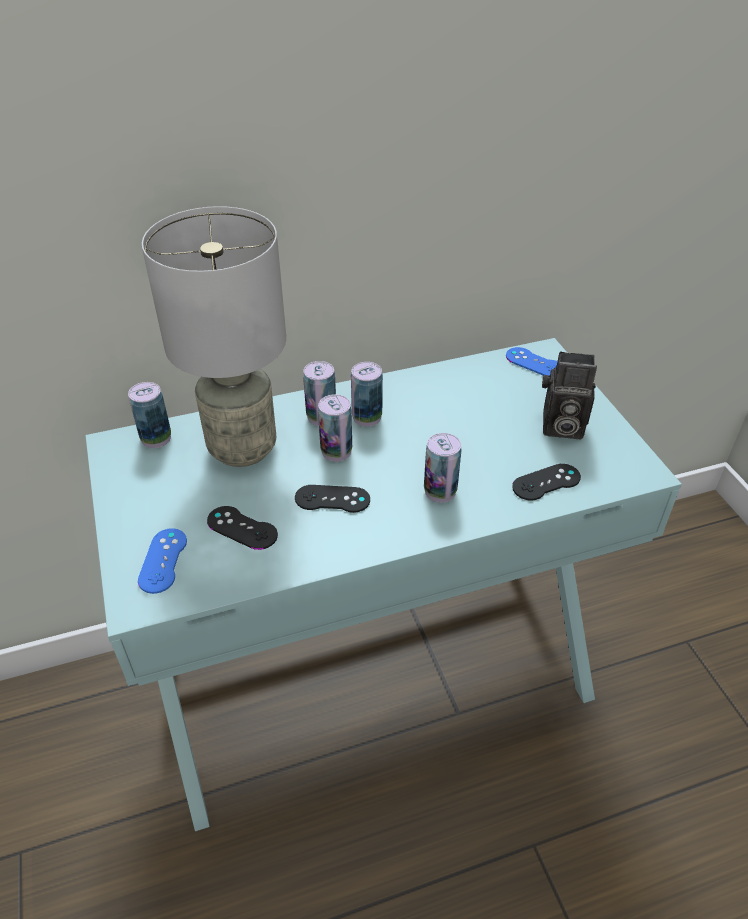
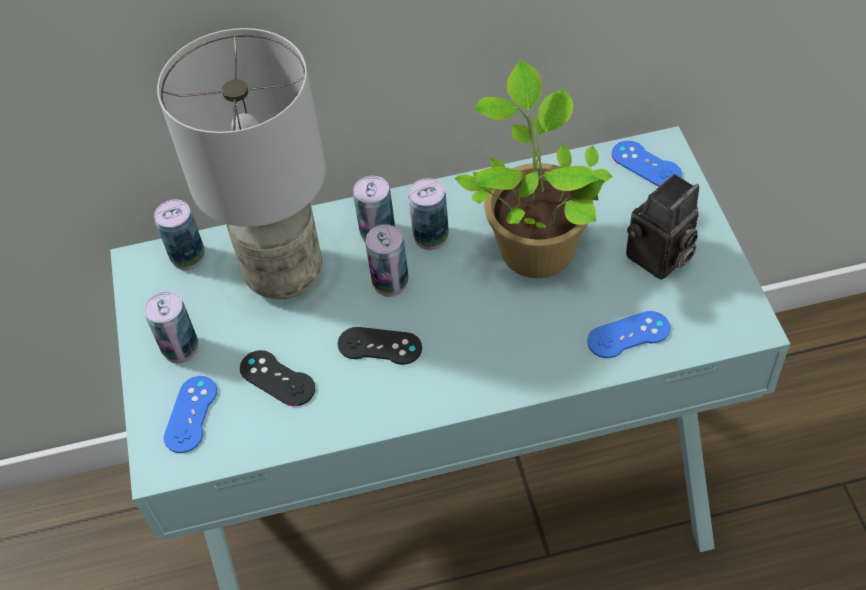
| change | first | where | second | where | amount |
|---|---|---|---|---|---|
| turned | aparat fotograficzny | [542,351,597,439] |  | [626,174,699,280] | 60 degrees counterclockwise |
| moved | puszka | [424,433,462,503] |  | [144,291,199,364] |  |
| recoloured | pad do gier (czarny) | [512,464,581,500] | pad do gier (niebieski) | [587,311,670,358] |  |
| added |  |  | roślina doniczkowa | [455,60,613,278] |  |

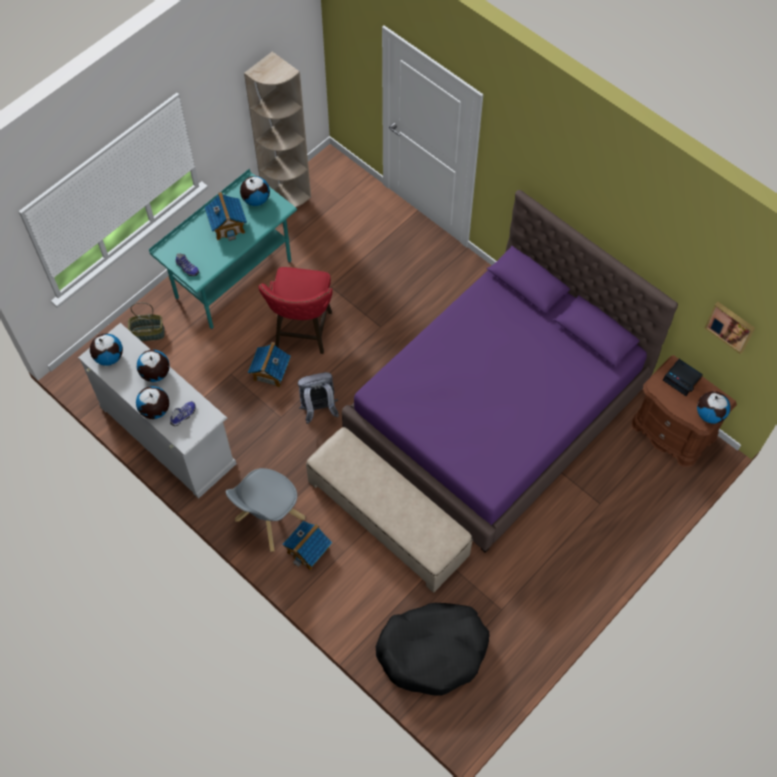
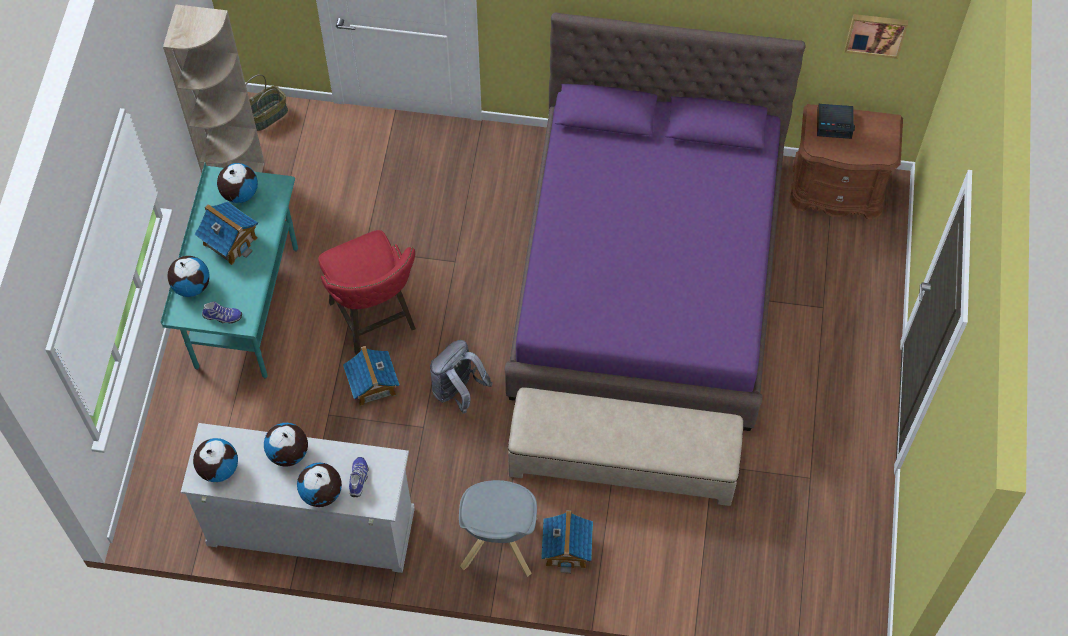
| change | first | where | second | where | amount |
|---|---|---|---|---|---|
| moved | koszyk | [128,302,165,341] |  | [246,74,288,131] |  |
| moved | globus | [697,391,730,424] |  | [167,256,209,297] |  |
| removed | legowisko (czarny) | [376,603,490,696] |  |  |  |

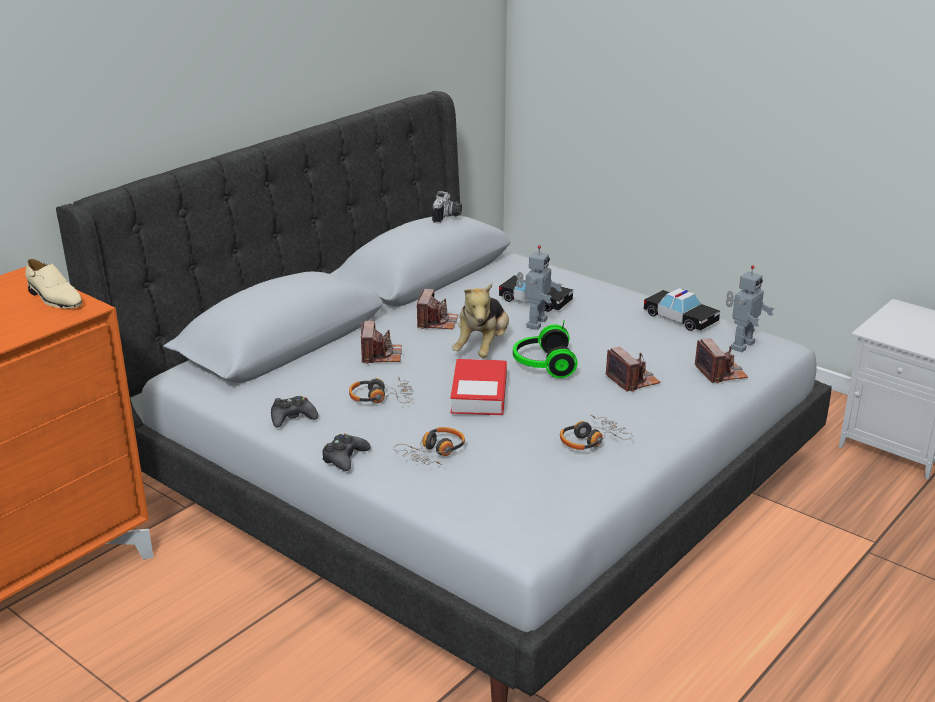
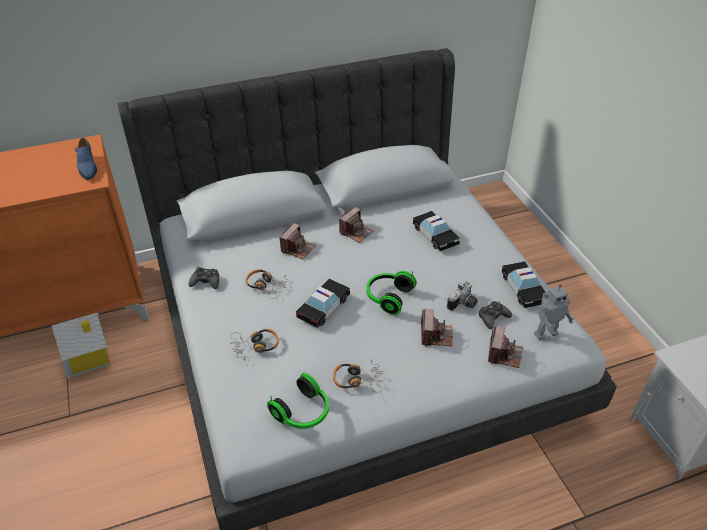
| change | first | where | second | where | amount |
|---|---|---|---|---|---|
| moved | aparat fotograficzny | [432,191,462,223] |  | [447,281,478,311] |  |
| removed | robot zabawkowy | [516,245,562,330] |  |  |  |
| recoloured | but (beżowy) | [25,259,82,309] | but (niebieski) | [75,138,97,180] |  |
| removed | pluszak | [452,283,509,358] |  |  |  |
| replaced | książka | [450,359,507,415] | samochodzik | [296,278,350,328] |  |
| moved | pad do gier (czarny) | [322,434,371,471] |  | [479,301,512,329] |  |
| added |  |  | domek | [52,313,111,379] |  |
| added |  |  | słuchawki | [267,373,329,429] |  |

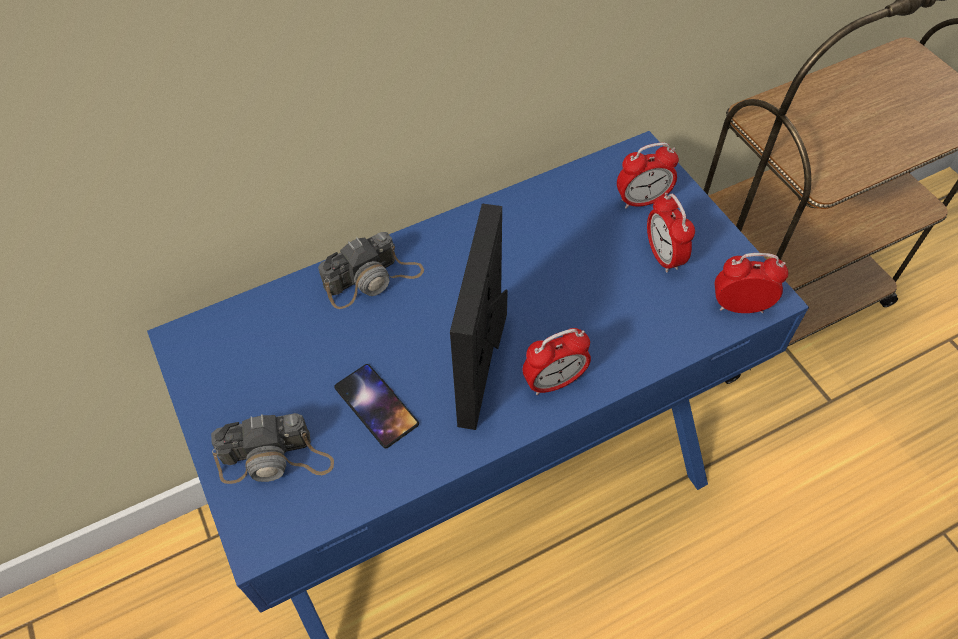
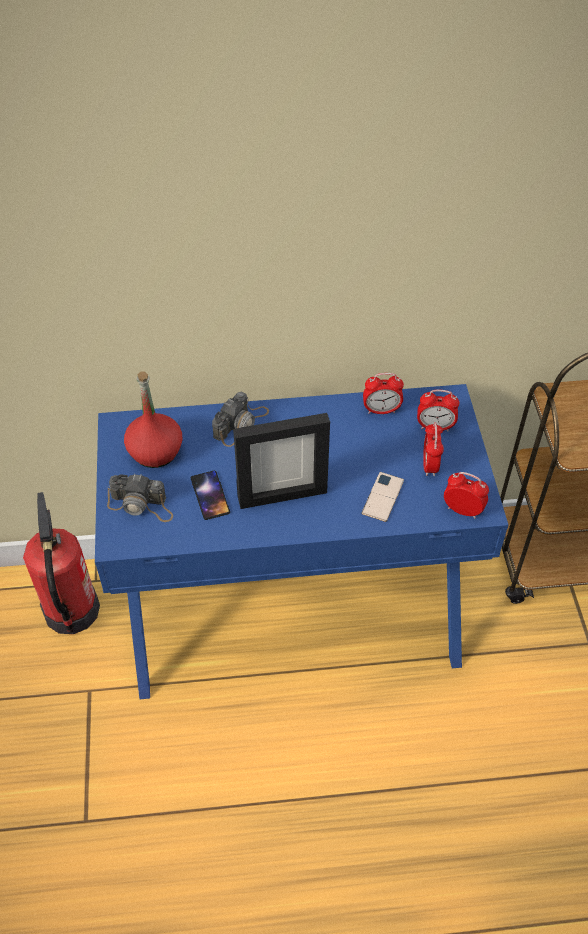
| change | first | where | second | where | amount |
|---|---|---|---|---|---|
| turned | ramka na zdjęcie | [450,204,508,430] |  | [233,413,330,509] | 135 degrees counterclockwise |
| turned | aparat fotograficzny | [318,232,424,309] |  | [212,392,269,447] | 45 degrees counterclockwise |
| moved | budzik | [522,328,591,395] |  | [363,373,404,414] |  |
| added |  |  | butelka (czerwony) | [124,372,182,468] |  |
| added |  |  | telefon | [361,472,404,522] |  |
| added |  |  | gaśnica | [23,492,100,634] |  |

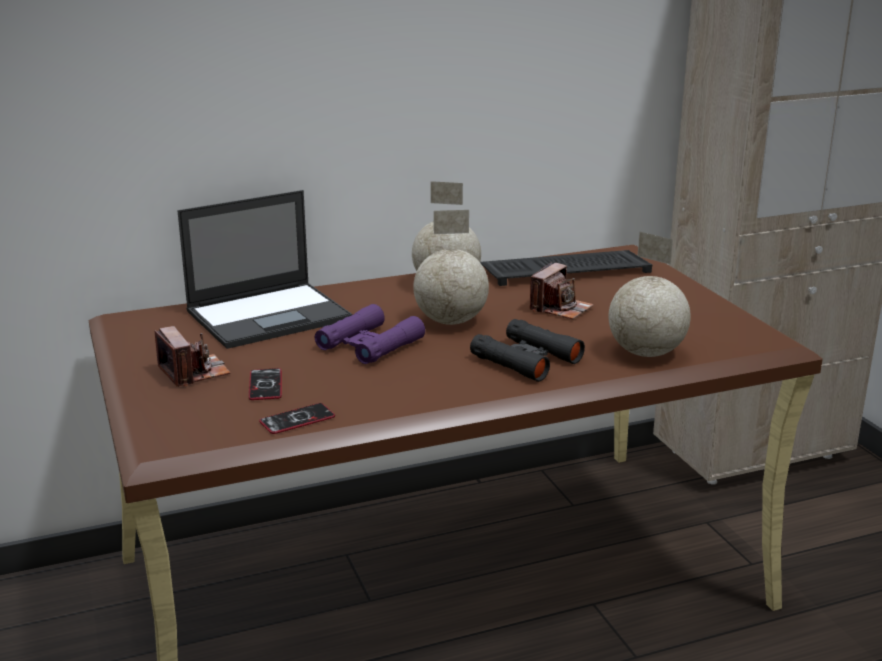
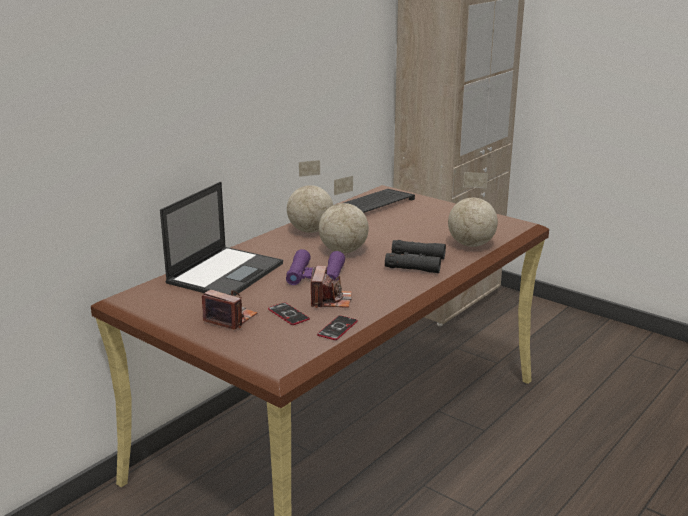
| change | first | where | second | where | amount |
|---|---|---|---|---|---|
| moved | aparat fotograficzny | [530,262,594,320] |  | [311,266,352,308] |  |

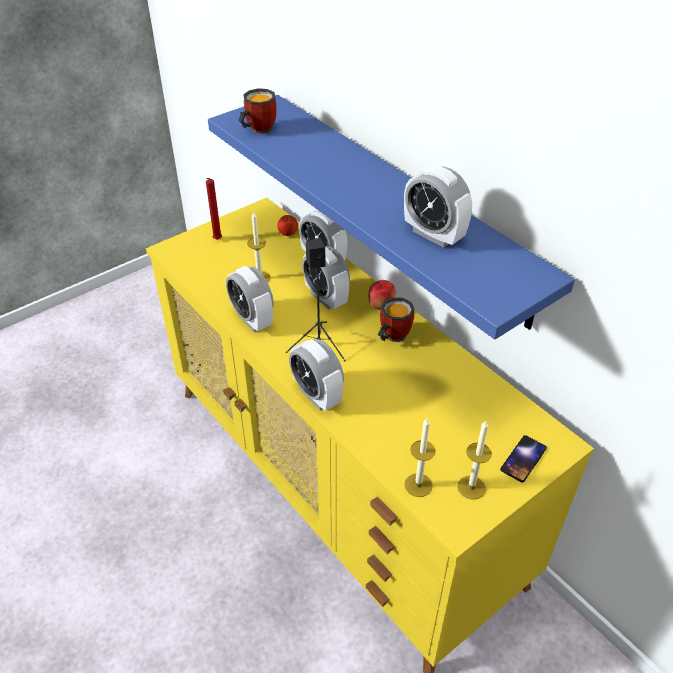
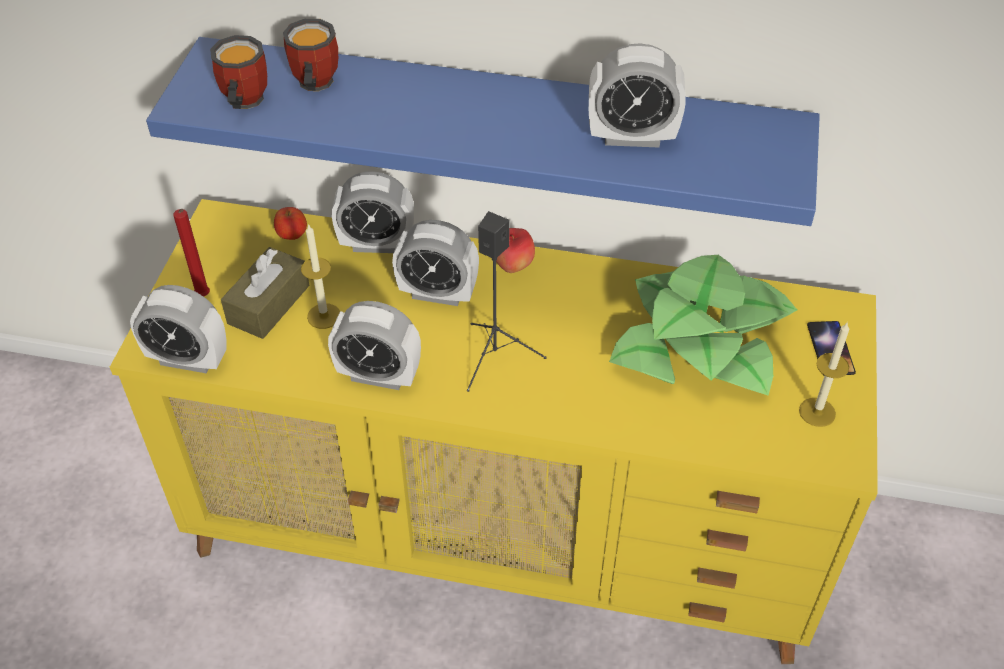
| change | first | where | second | where | amount |
|---|---|---|---|---|---|
| moved | kubek | [378,297,414,342] |  | [283,19,338,91] |  |
| moved | budzik | [289,339,344,411] |  | [130,285,227,374] |  |
| removed | świeca | [404,418,436,497] |  |  |  |
| added |  |  | pudełko chusteczek (brązowy) | [221,247,310,339] |  |
| added |  |  | roślina doniczkowa | [609,255,797,396] |  |

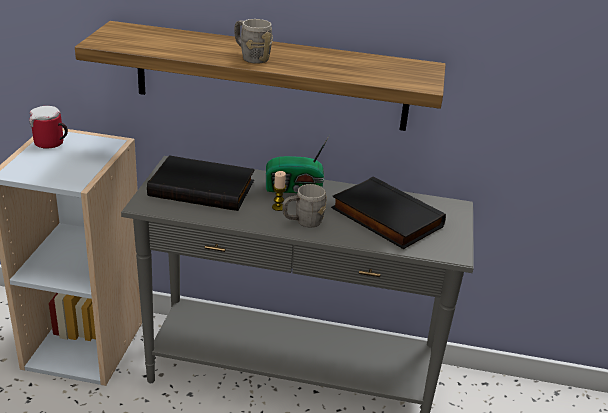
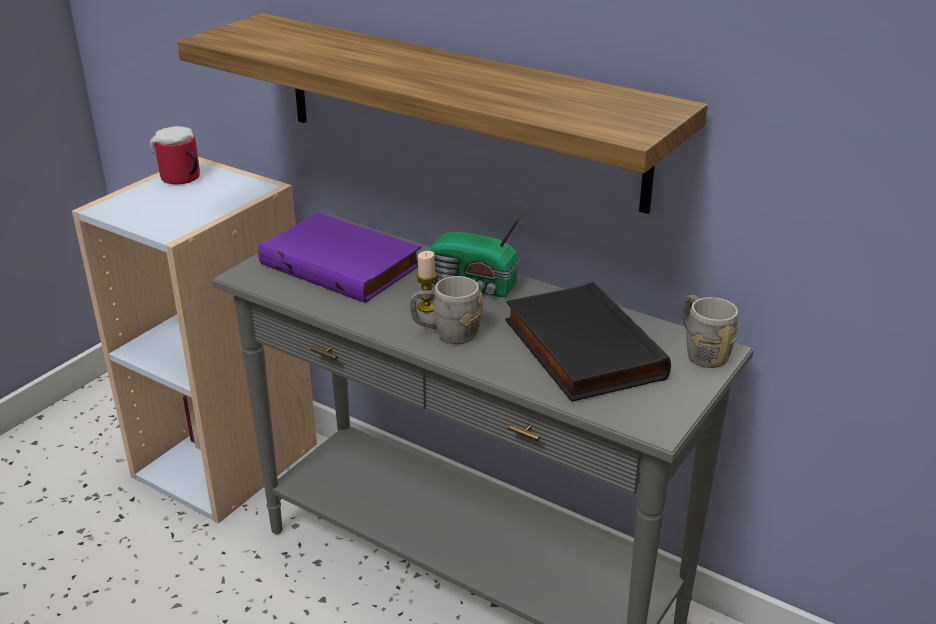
| change | first | where | second | where | amount |
|---|---|---|---|---|---|
| moved | kubek (szary) | [235,19,273,64] |  | [682,295,738,368] |  |
| recoloured | książka (czarny) | [147,155,255,211] | książka (fioletowy) | [258,212,421,303] |  |

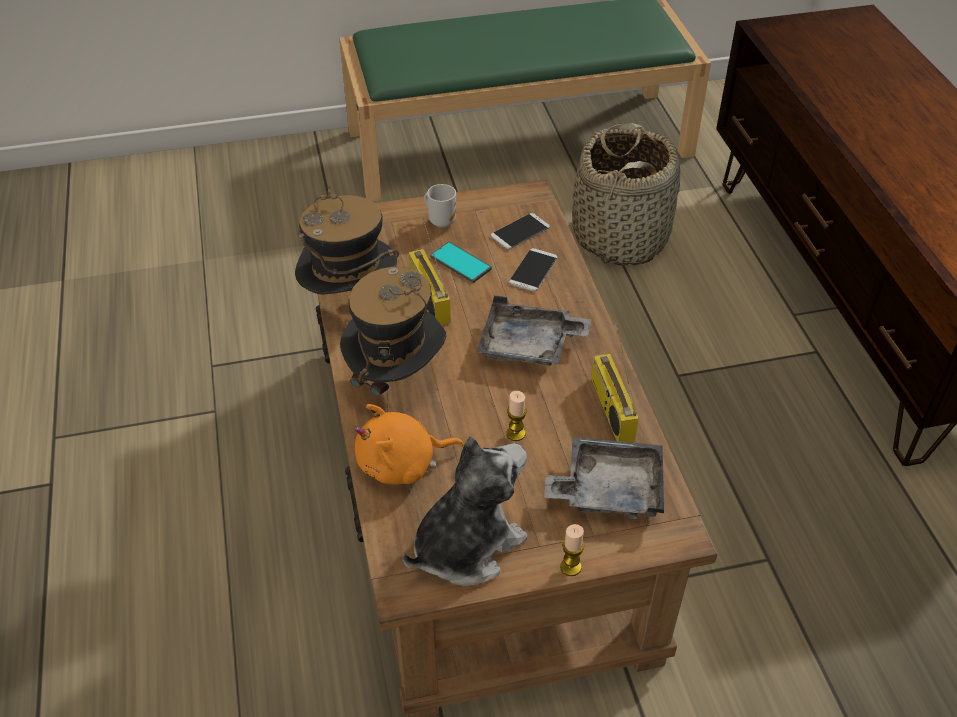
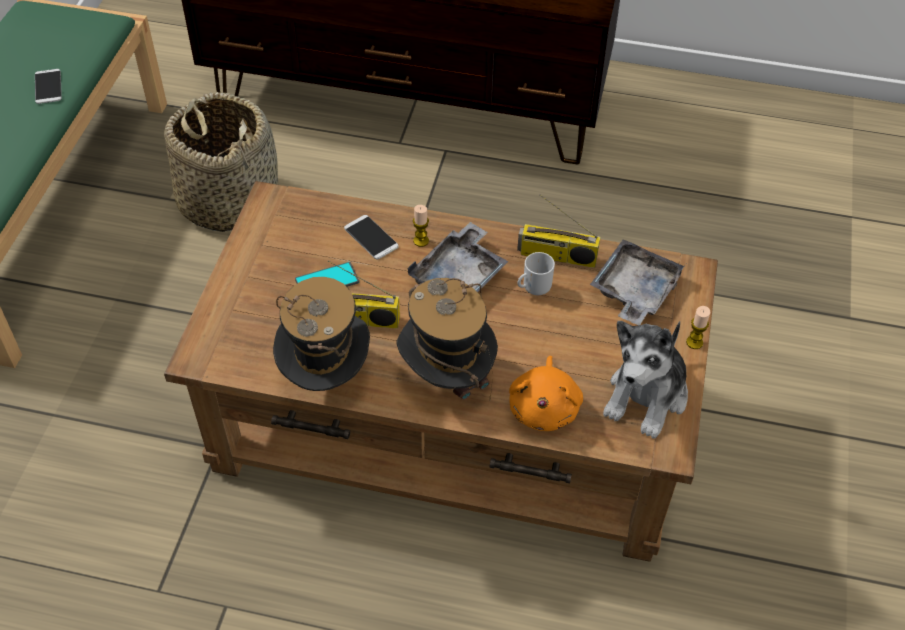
| change | first | where | second | where | amount |
|---|---|---|---|---|---|
| moved | kubek | [424,184,456,228] |  | [517,252,555,295] |  |
| moved | telefon | [491,213,550,250] |  | [35,69,62,104] |  |
| moved | świeca | [507,391,527,441] |  | [413,205,429,247] |  |
| turned | pluszak | [402,436,527,586] |  | [603,321,688,439] | 135 degrees counterclockwise |

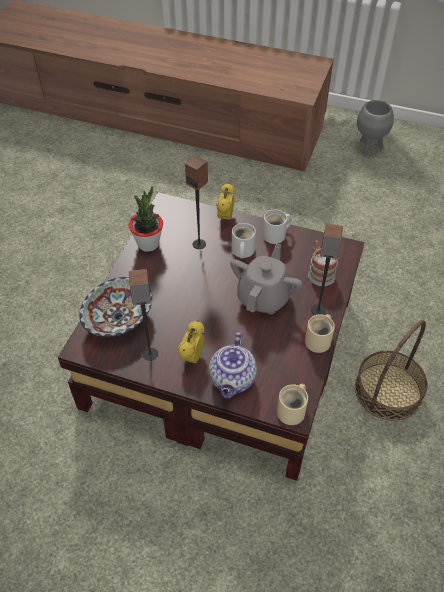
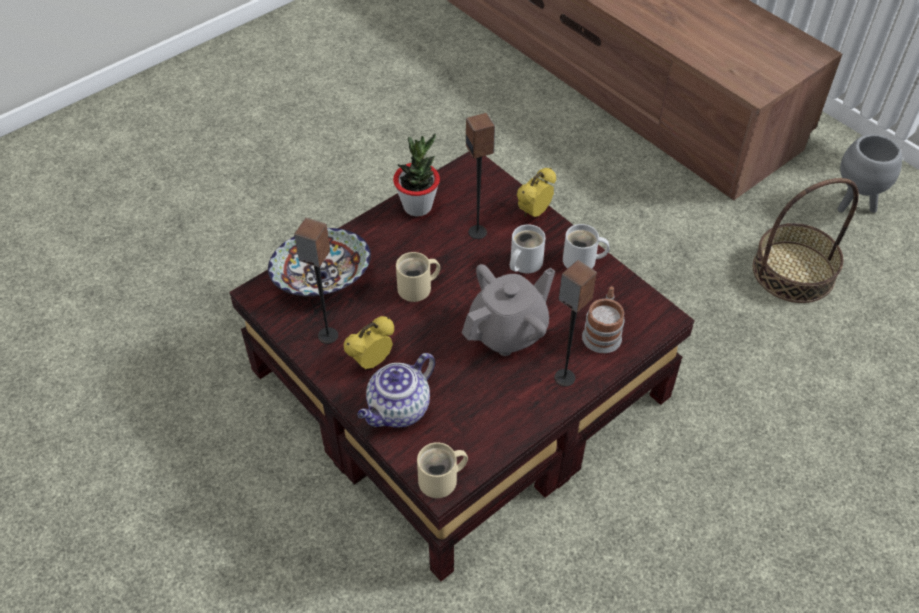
| change | first | where | second | where | amount |
|---|---|---|---|---|---|
| moved | kubek (beżowy) | [305,314,335,353] |  | [396,252,440,302] |  |
| moved | koszyk | [355,320,428,421] |  | [753,178,859,303] |  |

